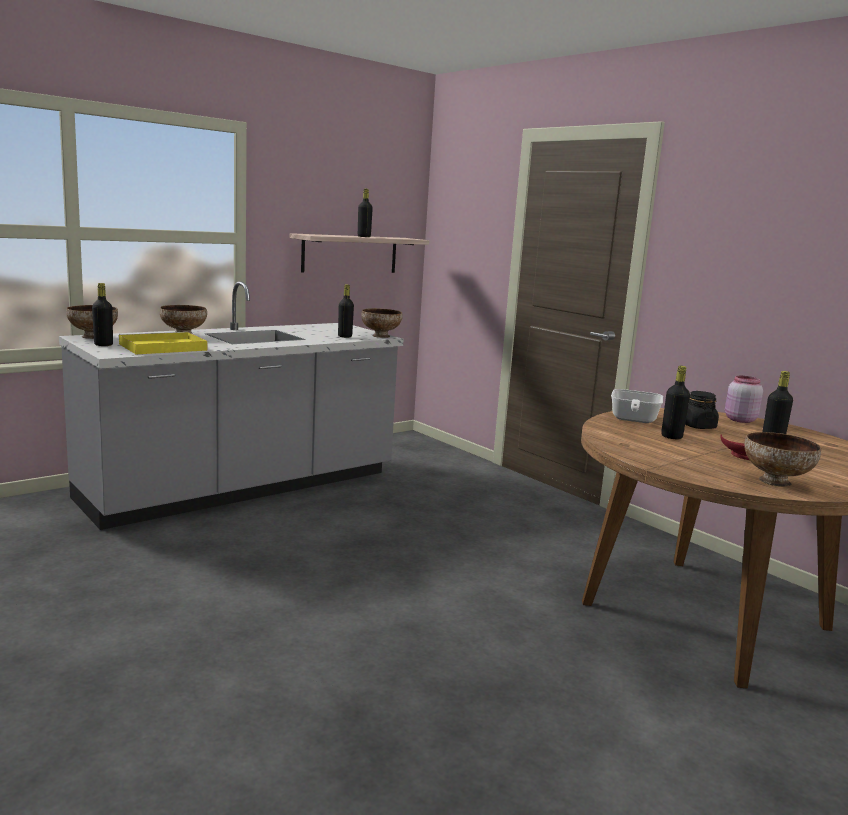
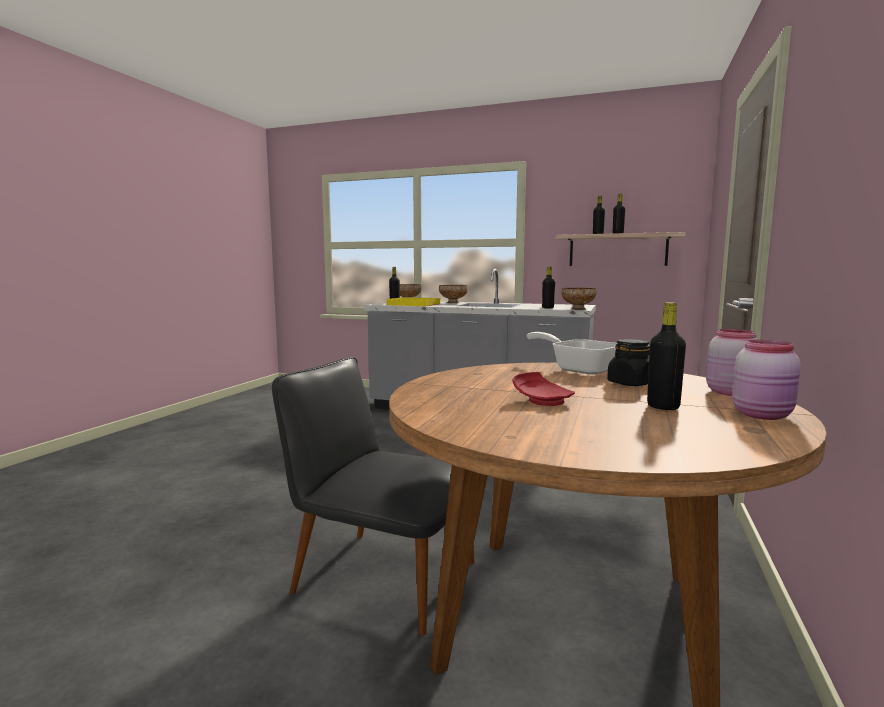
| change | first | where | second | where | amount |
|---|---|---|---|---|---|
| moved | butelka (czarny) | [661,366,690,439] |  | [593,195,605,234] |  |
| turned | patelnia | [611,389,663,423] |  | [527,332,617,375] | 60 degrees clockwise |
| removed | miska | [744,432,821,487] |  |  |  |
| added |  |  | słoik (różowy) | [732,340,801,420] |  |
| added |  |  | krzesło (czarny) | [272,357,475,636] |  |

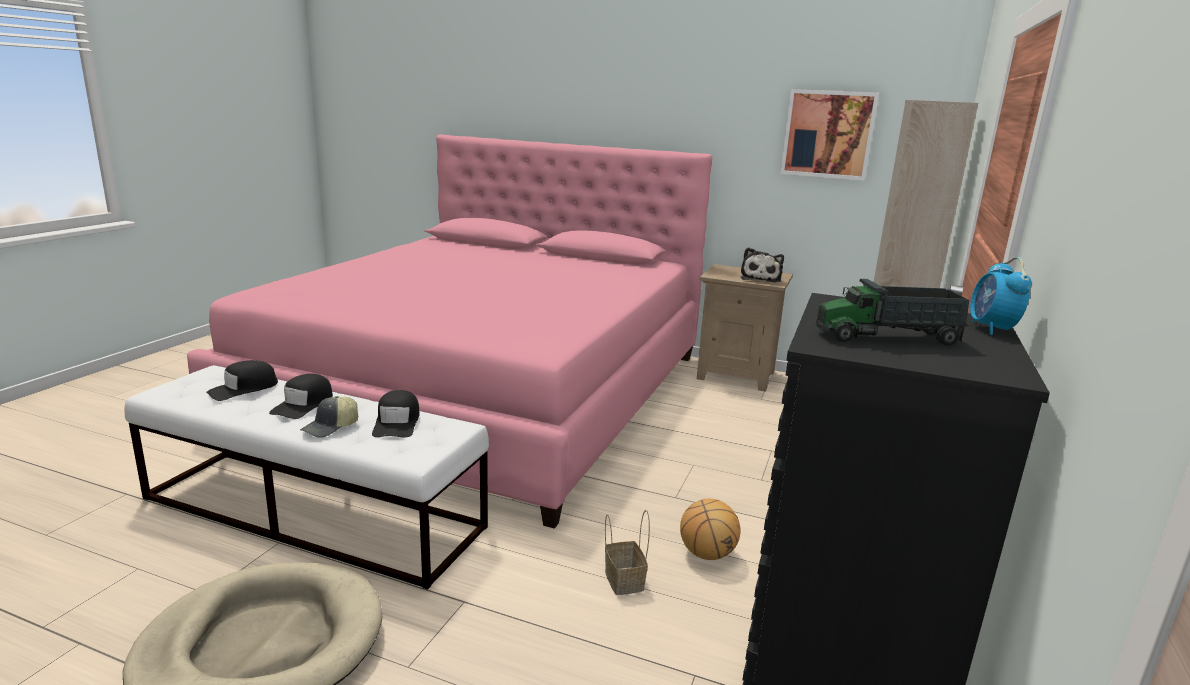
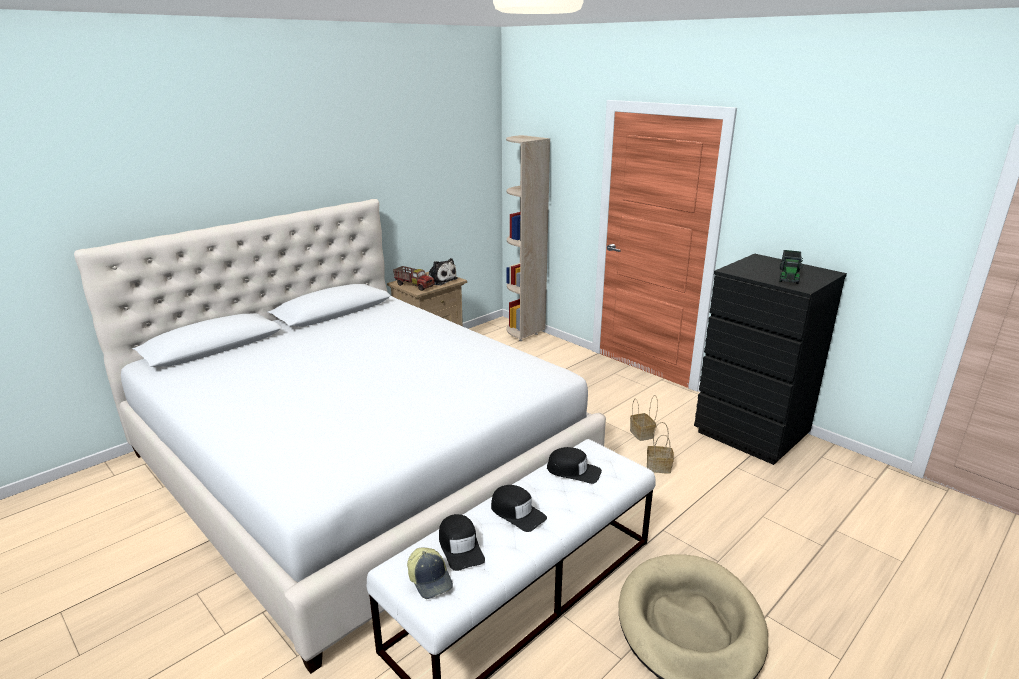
| change | first | where | second | where | amount |
|---|---|---|---|---|---|
| removed | obraz | [780,89,879,181] |  |  |  |
| recoloured | łóżko (różowy) | [187,135,712,529] | łóżko (biały) | [74,199,606,674] |  |
| removed | budzik | [970,257,1032,335] |  |  |  |
| moved | czapka z daszkiem | [300,396,358,438] |  | [407,547,453,599] |  |
| replaced | piłka do koszykówki | [680,499,740,560] | koszyk | [630,395,658,441] |  |
| added |  |  | ciężarówka zabawkowa | [393,266,435,291] |  |

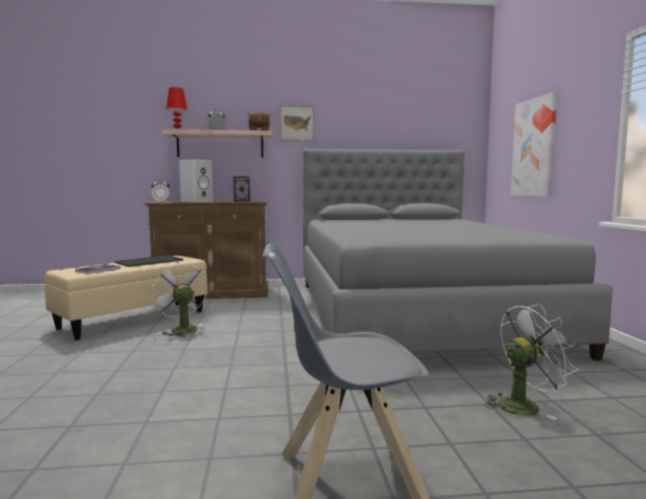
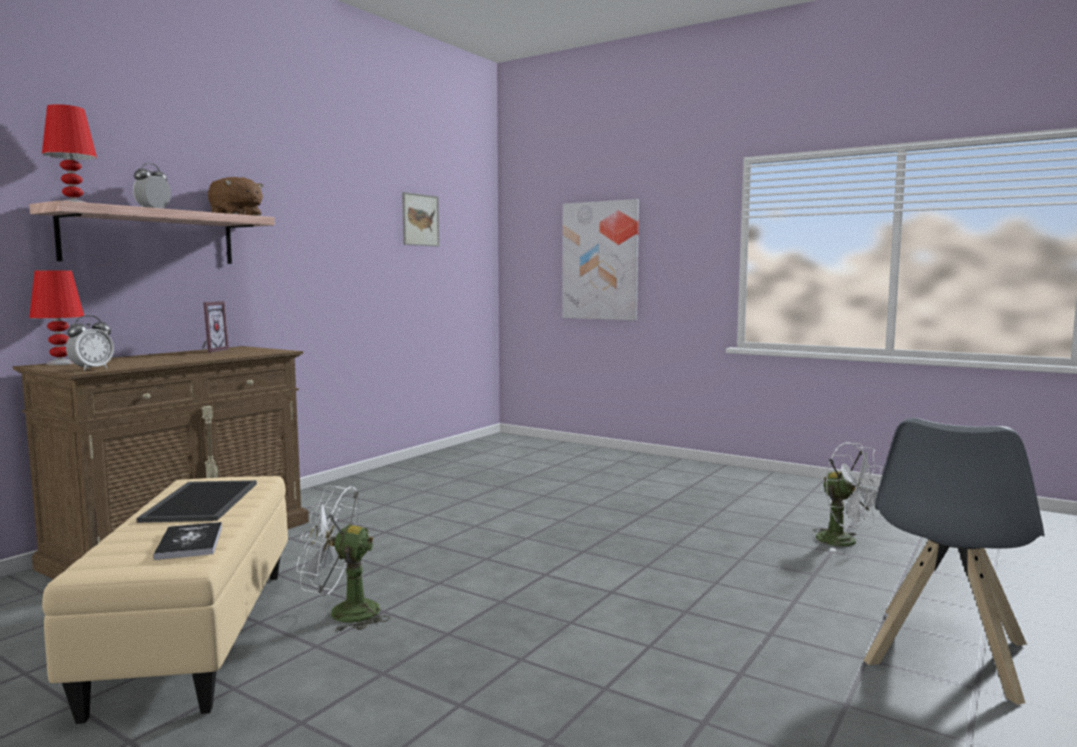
| change | first | where | second | where | amount |
|---|---|---|---|---|---|
| moved | obraz | [280,105,314,141] |  | [402,192,439,246] |  |
| removed | łóżko (szary) | [303,149,613,361] |  |  |  |
| removed | głośnik (biały) | [179,159,213,202] |  |  |  |
| turned | wentylator (biały) | [485,304,578,420] |  | [813,442,884,551] | 120 degrees clockwise |
| added |  |  | lampa stołowa (czerwony) | [29,270,84,365] |  |

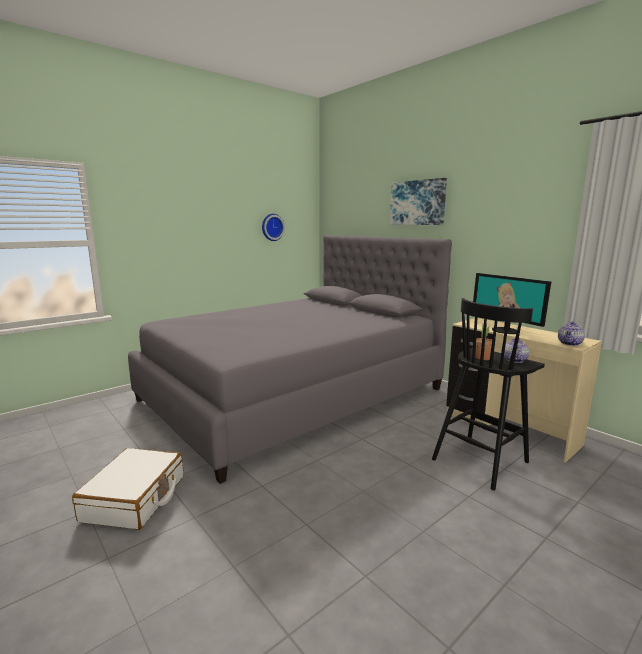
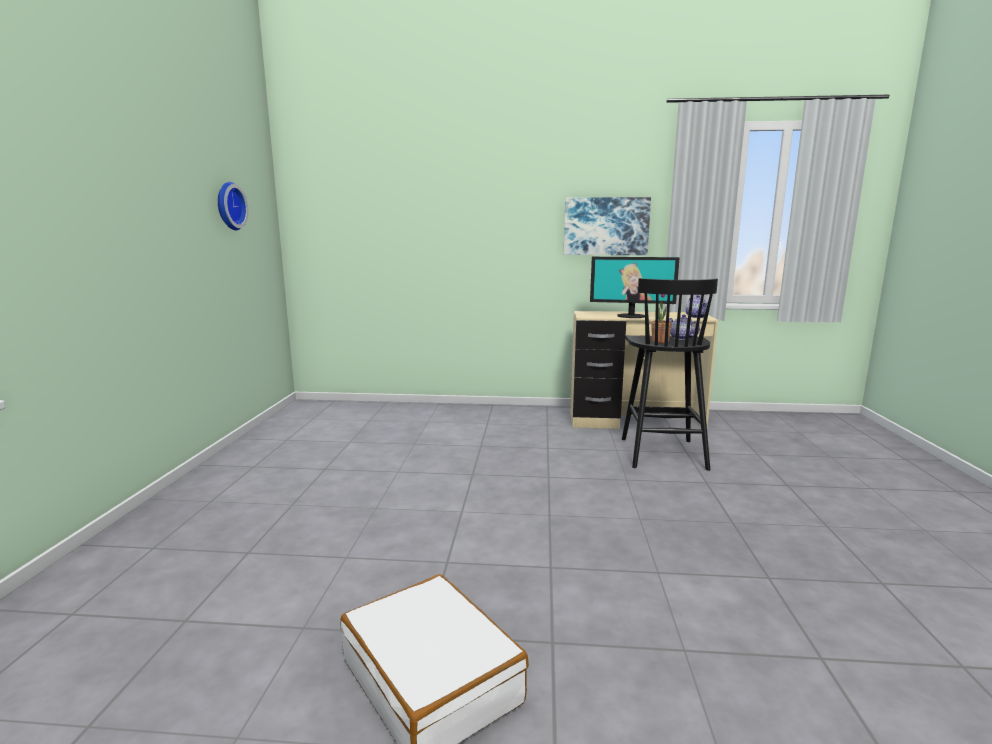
| change | first | where | second | where | amount |
|---|---|---|---|---|---|
| moved | obraz | [390,178,447,225] |  | [564,197,651,255] |  |
| removed | łóżko (szary) | [128,235,452,484] |  |  |  |

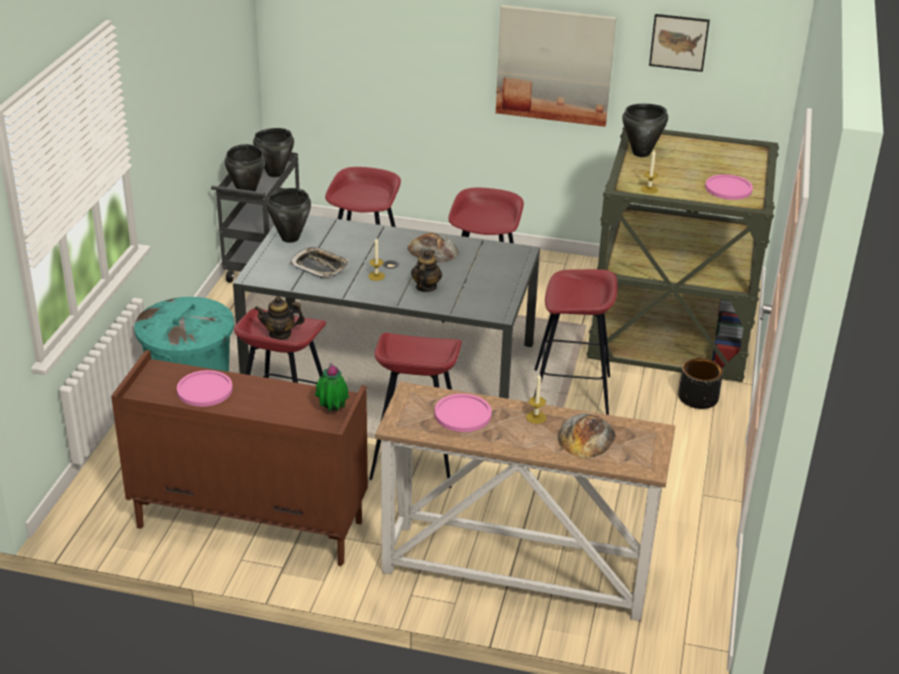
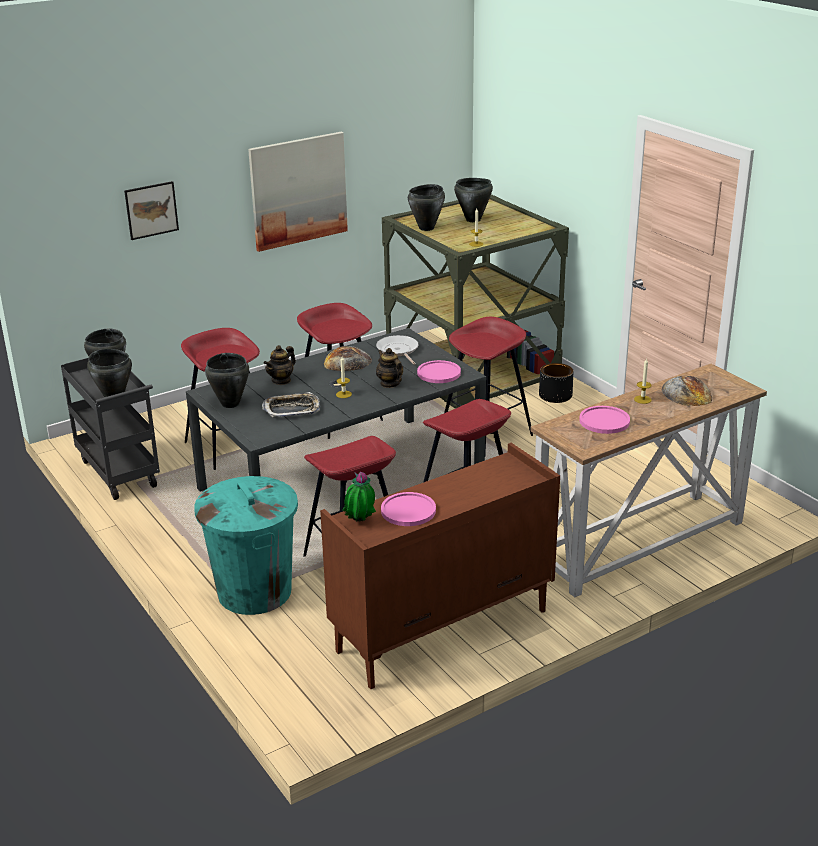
| change | first | where | second | where | amount |
|---|---|---|---|---|---|
| moved | obraz | [649,14,710,72] |  | [124,181,179,240] |  |
| moved | talerz (różowy) | [705,174,753,200] |  | [417,360,461,383] |  |
| moved | imbryk | [255,296,305,340] |  | [264,345,296,385] |  |
| moved | roślina doniczkowa | [315,362,349,411] |  | [342,472,376,521] |  |
| added |  |  | garnek (czarny) | [454,178,493,222] |  |
| added |  |  | patelnia | [376,335,419,365] |  |

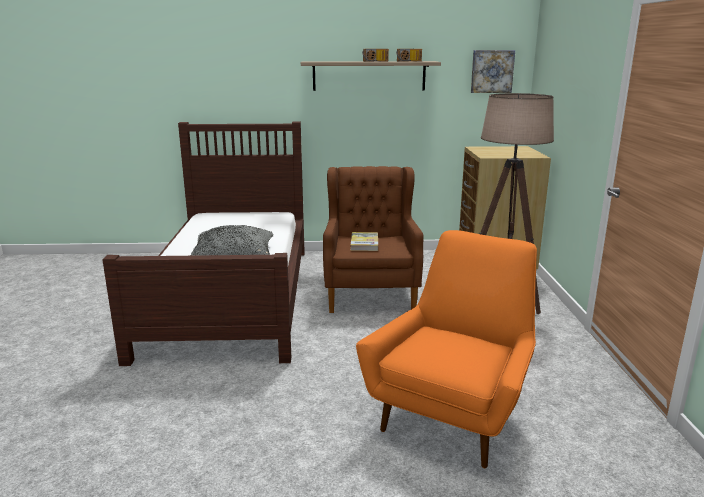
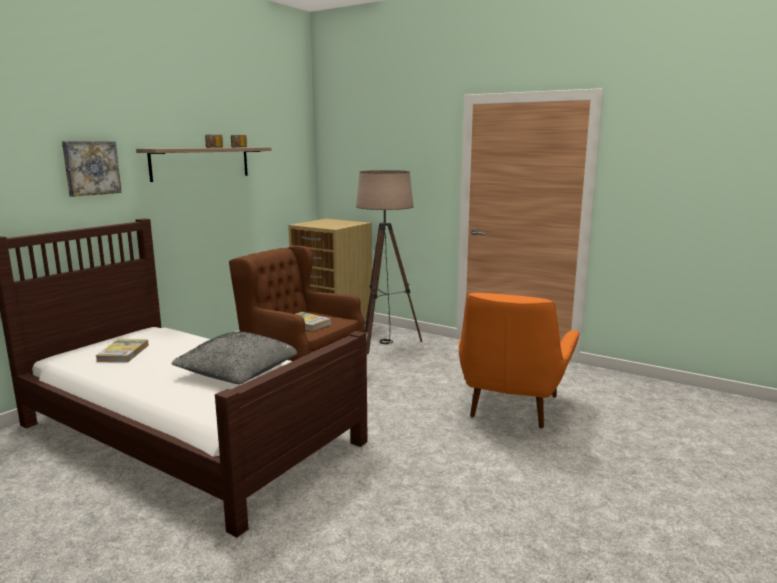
| change | first | where | second | where | amount |
|---|---|---|---|---|---|
| moved | obraz | [471,50,515,93] |  | [62,141,122,197] |  |
| turned | fotel (pomarańczowy) | [356,230,537,468] |  | [458,293,580,429] | 135 degrees counterclockwise |
| added |  |  | książka | [95,339,149,362] |  |

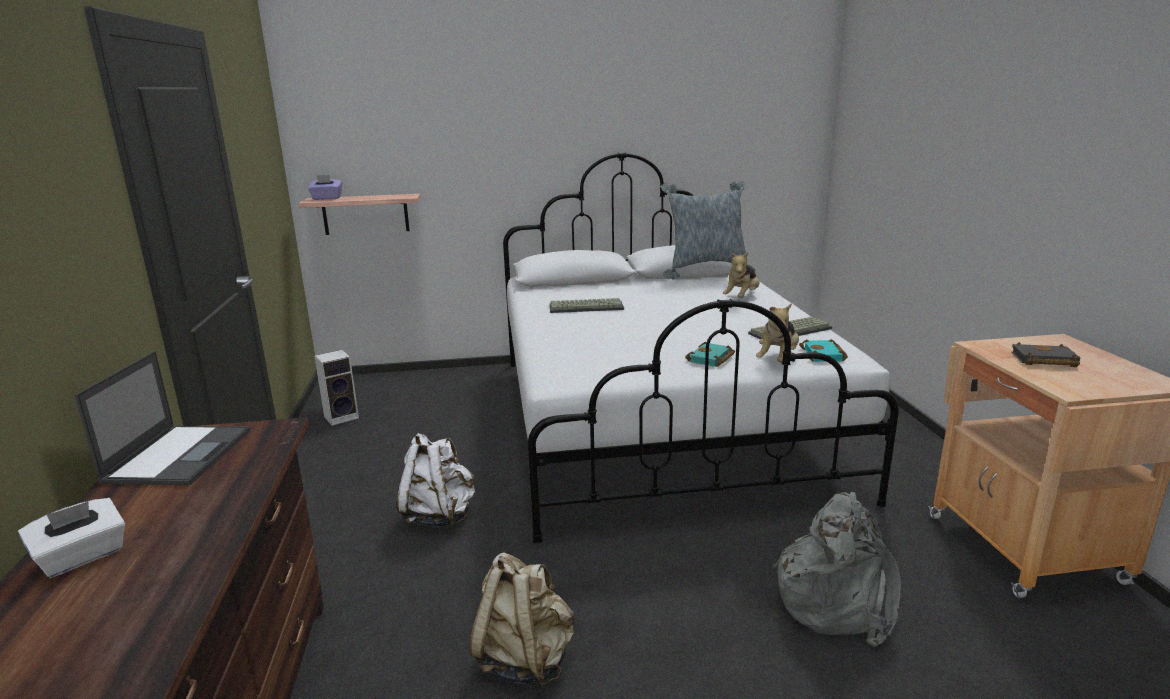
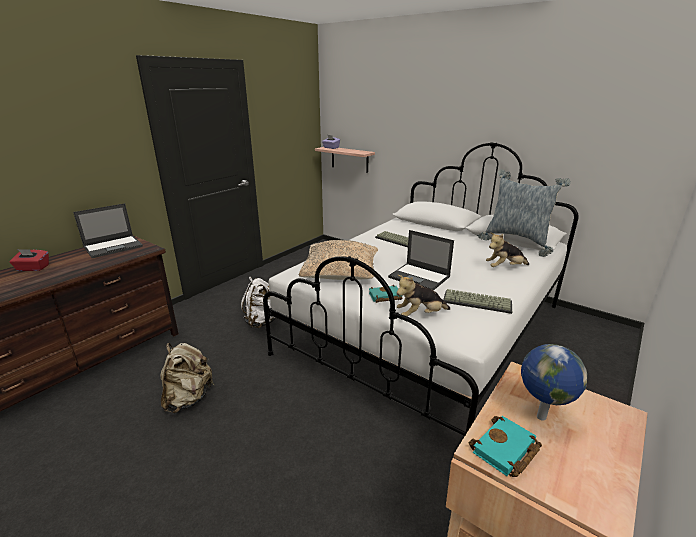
| change | first | where | second | where | amount |
|---|---|---|---|---|---|
| moved | książka (turkusowy) | [799,339,848,362] |  | [469,416,542,477] |  |
| replaced | książka (czarny) | [1012,342,1080,367] | globus | [521,344,587,421] |  |
| removed | głośnik | [314,350,359,426] |  |  |  |
| removed | plecak (szary) | [773,492,901,647] |  |  |  |
| recoloured | pudełko chusteczek (biały) | [18,498,125,578] | pudełko chusteczek (czerwony) | [9,249,49,271] |  |
| added |  |  | laptop | [388,230,454,291] |  |
| added |  |  | poduszka (beżowy) | [299,240,378,280] |  |

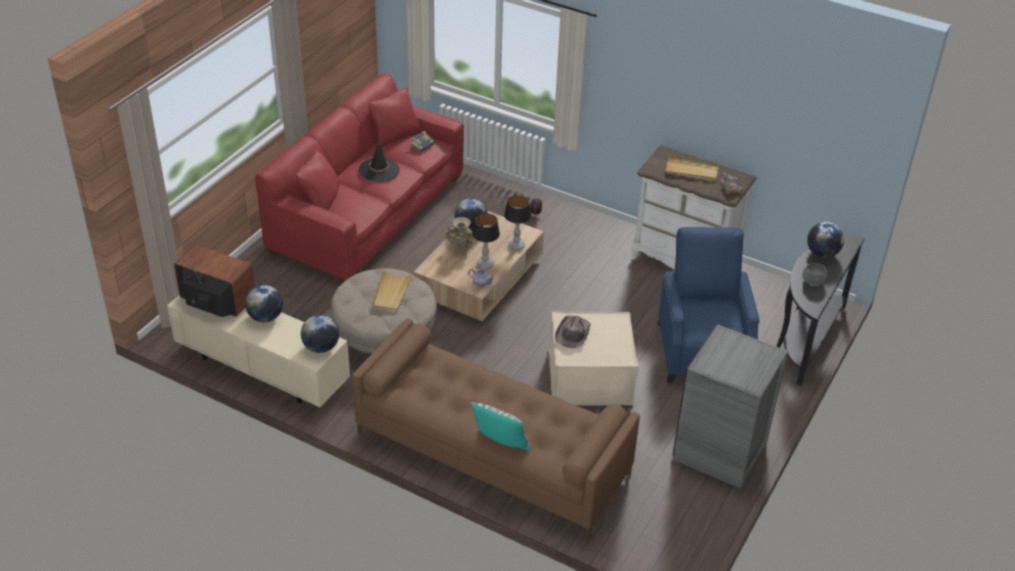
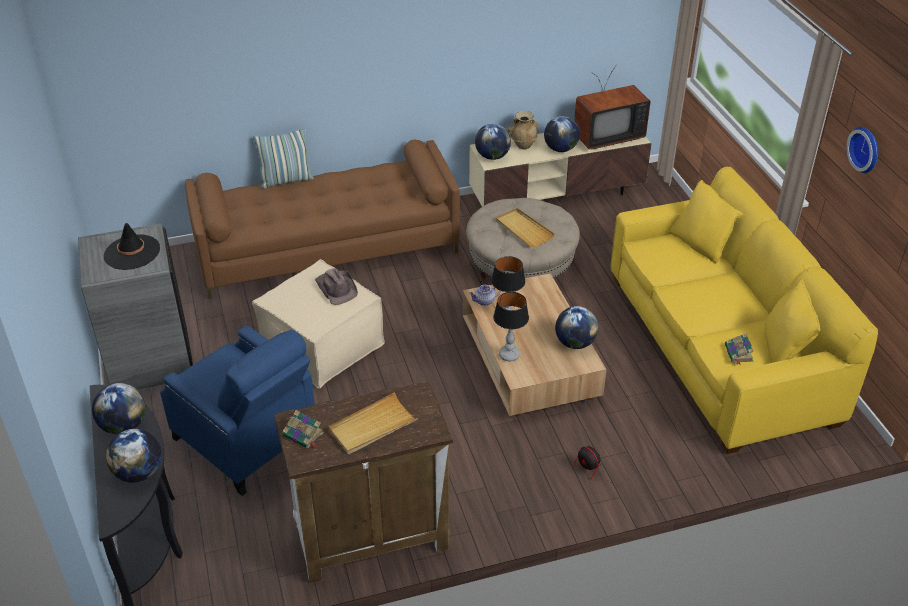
| change | first | where | second | where | amount |
|---|---|---|---|---|---|
| recoloured | kanapa (czerwony) | [255,73,464,283] | kanapa (żółty) | [610,167,878,454] |  |
| moved | kapelusz (czarny) | [359,142,400,182] |  | [104,223,160,270] |  |
| moved | wazon (beżowy) | [446,217,473,252] |  | [508,111,538,149] |  |
| replaced | miska (szary) | [803,263,827,285] | globus | [92,383,146,434] |  |
| added |  |  | zegar ścienny | [846,127,878,173] |  |

